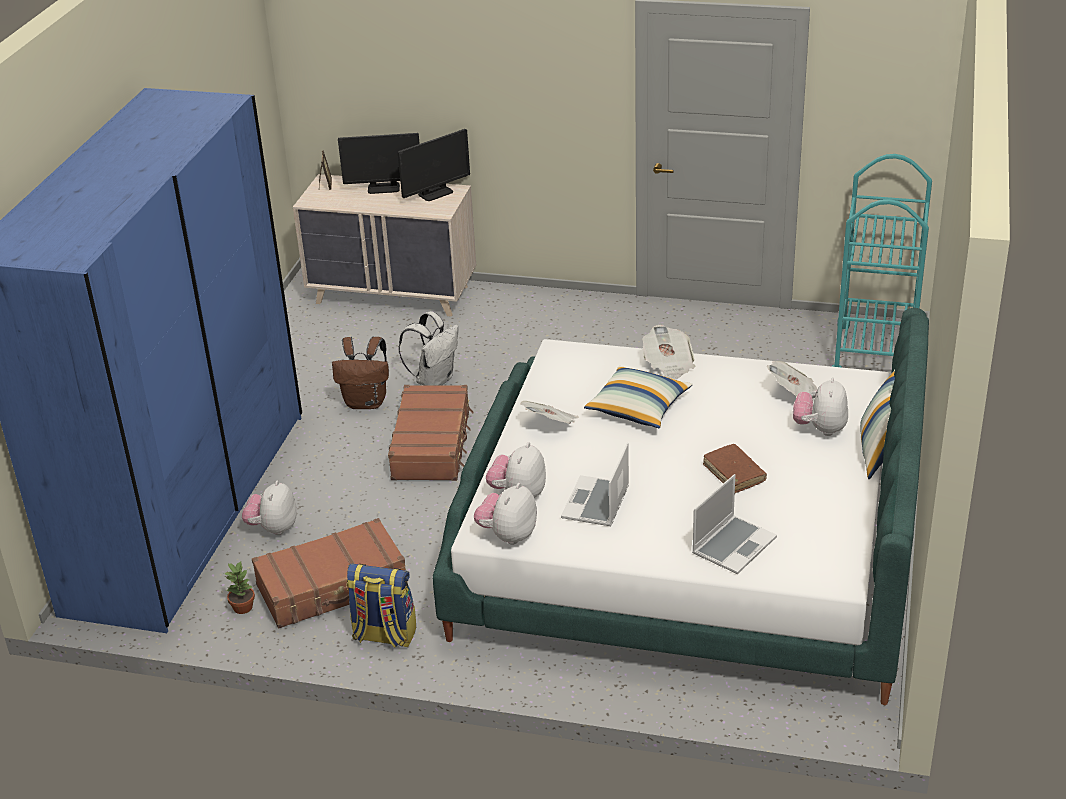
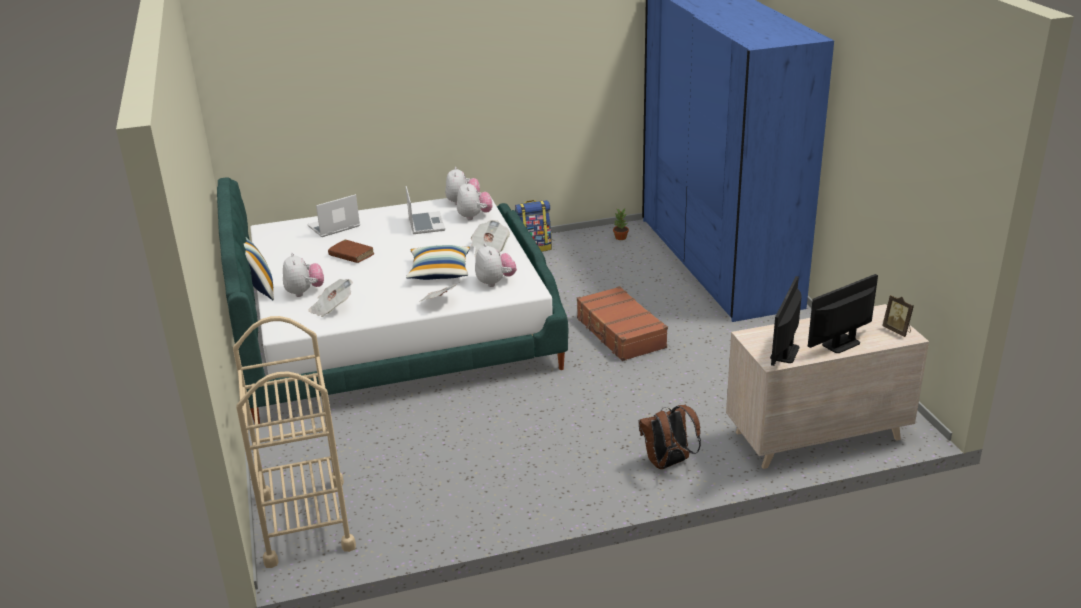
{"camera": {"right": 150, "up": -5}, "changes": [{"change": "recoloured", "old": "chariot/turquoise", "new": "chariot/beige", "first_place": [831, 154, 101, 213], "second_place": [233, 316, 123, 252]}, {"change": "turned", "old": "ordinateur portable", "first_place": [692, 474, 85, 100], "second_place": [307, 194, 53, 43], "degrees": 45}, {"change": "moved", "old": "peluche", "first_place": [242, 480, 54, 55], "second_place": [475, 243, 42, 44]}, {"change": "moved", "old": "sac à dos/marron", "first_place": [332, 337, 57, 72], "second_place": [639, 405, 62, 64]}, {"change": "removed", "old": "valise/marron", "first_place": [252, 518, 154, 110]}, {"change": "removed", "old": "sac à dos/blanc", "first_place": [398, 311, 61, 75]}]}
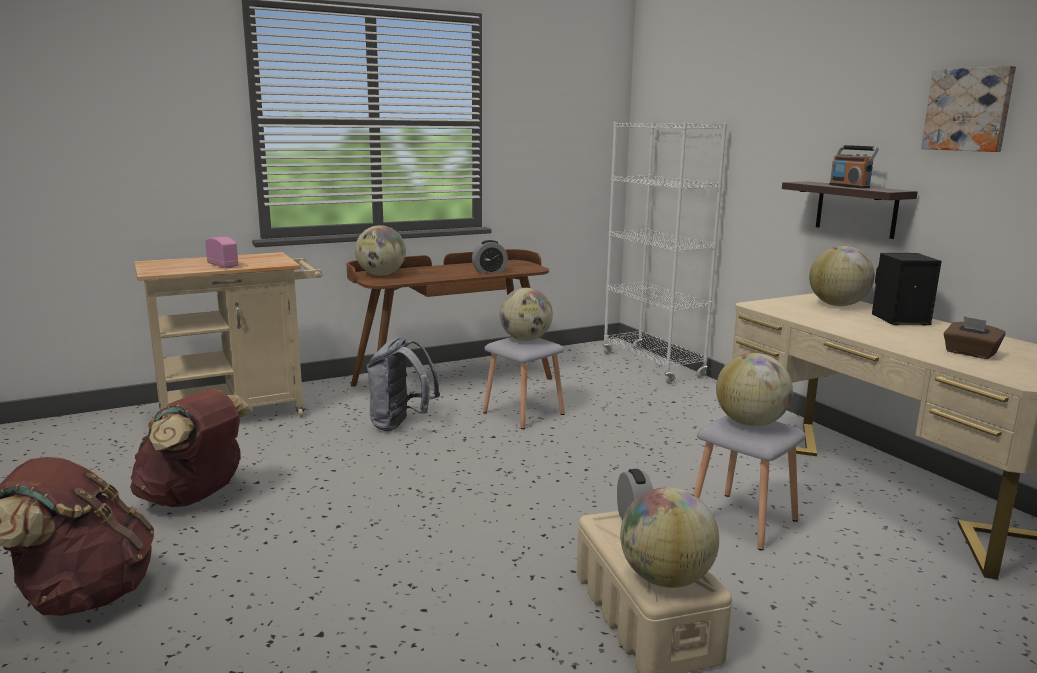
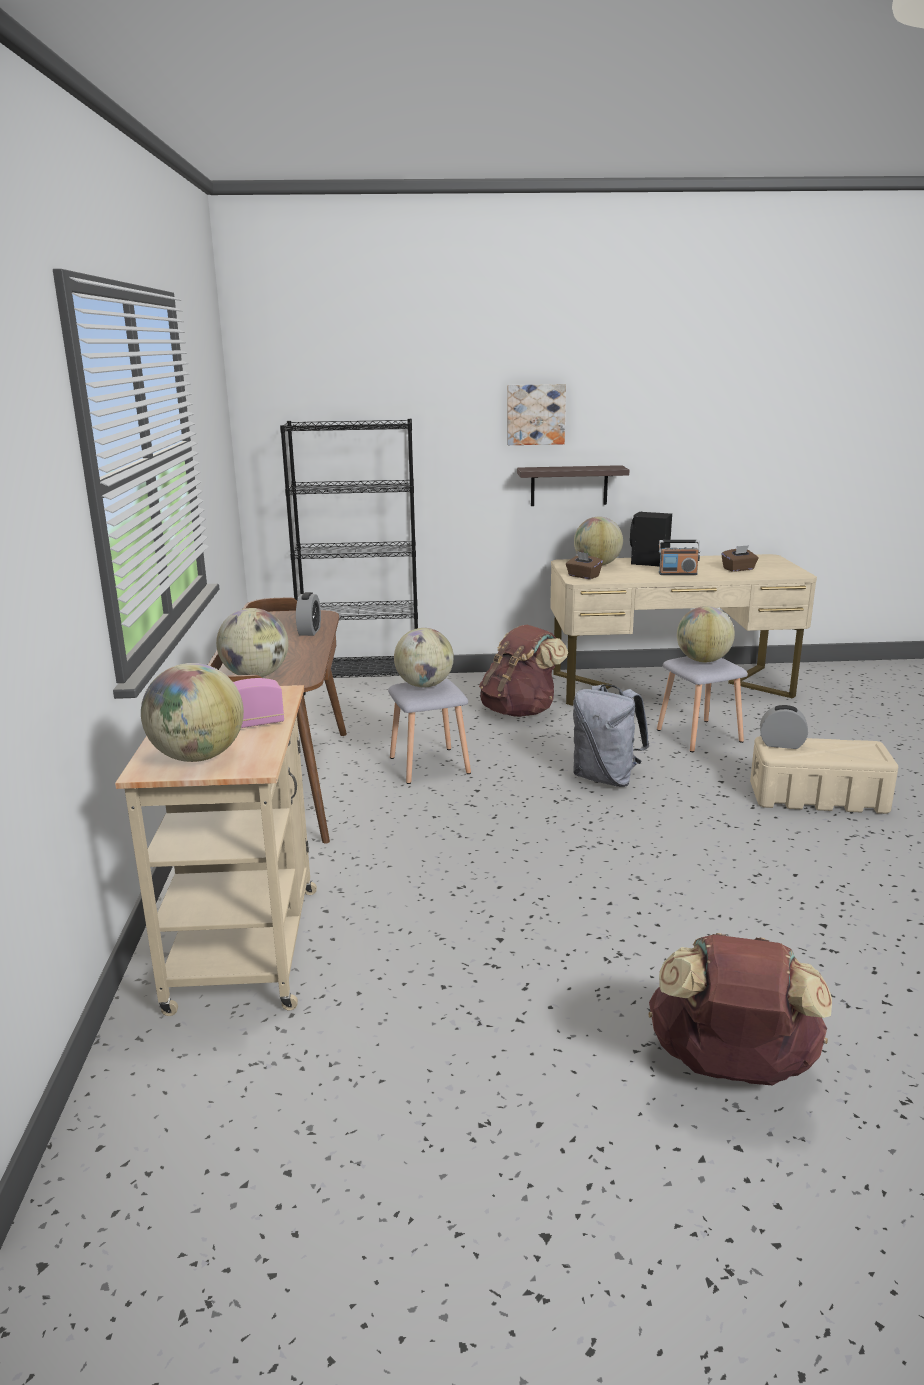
{"camera": {"right": -65, "up": 5}, "changes": [{"change": "moved", "old": "globe", "first_place": [620, 487, 99, 101], "second_place": [141, 663, 103, 99]}, {"change": "recoloured", "old": "bibliothèque/blanc", "new": "bibliothèque/noir", "first_place": [603, 122, 124, 262], "second_place": [280, 419, 138, 276]}, {"change": "moved", "old": "sac à dos/marron", "first_place": [130, 389, 123, 118], "second_place": [479, 625, 89, 92]}, {"change": "moved", "old": "tableau", "first_place": [921, 66, 95, 86], "second_place": [507, 384, 59, 61]}, {"change": "added", "new": "boîte à mouchoirs/marron", "second_place": [566, 551, 37, 28]}, {"change": "moved", "old": "sac à dos/gris", "first_place": [366, 337, 74, 94], "second_place": [573, 684, 76, 103]}, {"change": "moved", "old": "radio", "first_place": [829, 145, 50, 43], "second_place": [659, 540, 41, 35]}]}
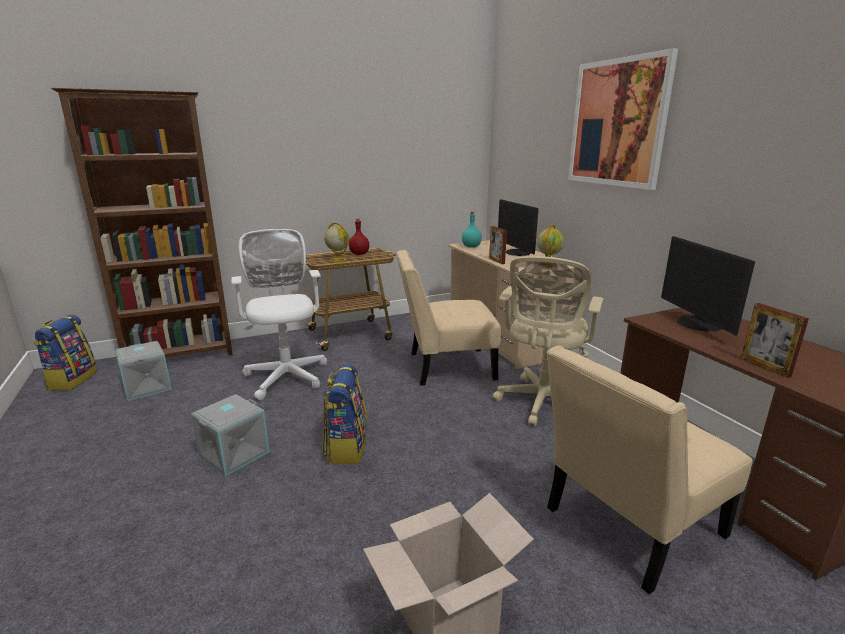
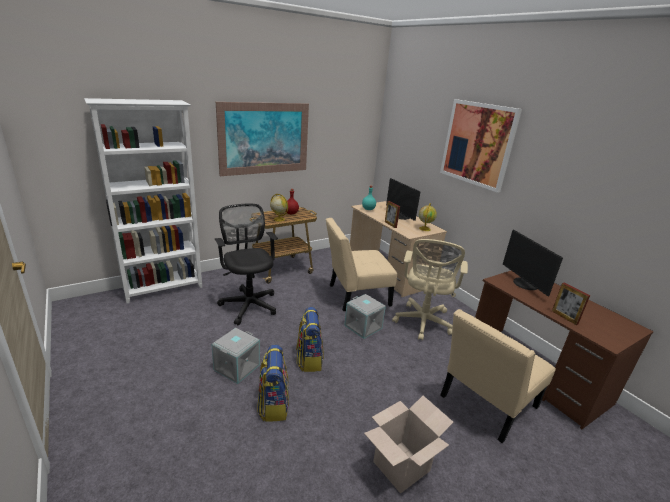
{"camera": {"right": -10, "up": 5}, "changes": [{"change": "recoloured", "old": "bibliothèque/marron", "new": "bibliothèque/blanc", "first_place": [51, 88, 182, 270], "second_place": [84, 98, 118, 206]}, {"change": "recoloured", "old": "chaise de bureau/blanc", "new": "chaise de bureau/noir", "first_place": [231, 229, 96, 172], "second_place": [214, 204, 64, 121]}, {"change": "added", "new": "tableau", "second_place": [216, 102, 93, 74]}, {"change": "moved", "old": "sac à dos", "first_place": [34, 315, 63, 76], "second_place": [257, 345, 32, 76]}, {"change": "moved", "old": "boîte de rangement/gris", "first_place": [115, 341, 57, 60], "second_place": [344, 294, 42, 45]}]}
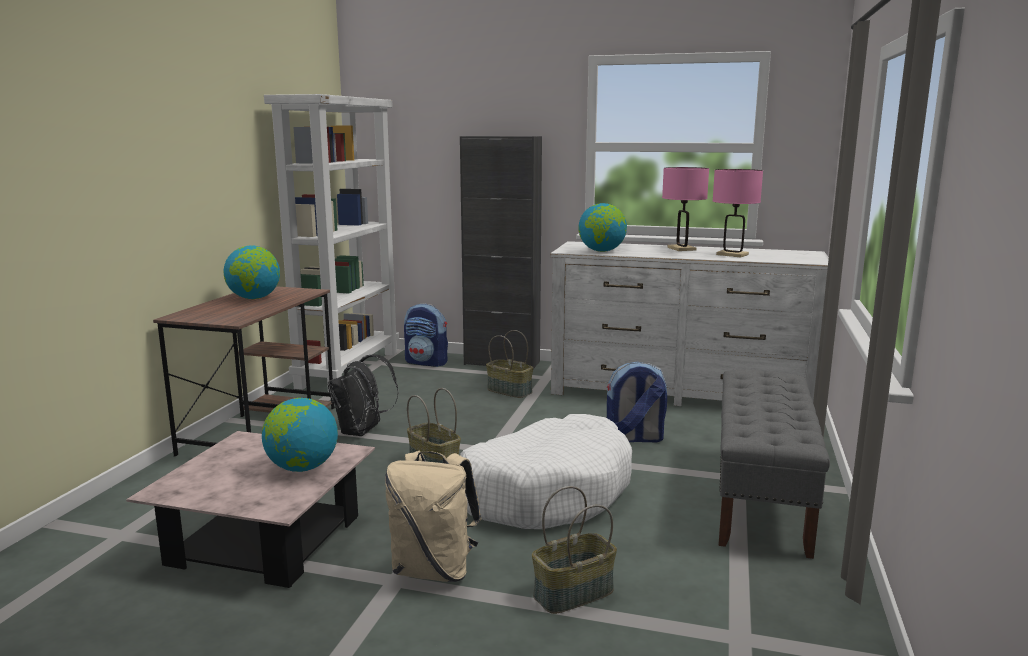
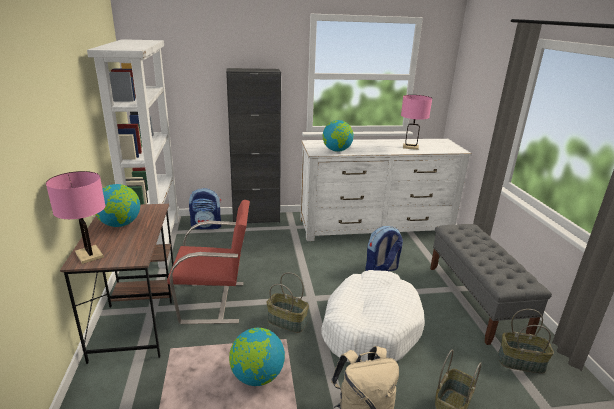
{"camera": {"right": -25, "up": 10}, "changes": [{"change": "moved", "old": "lampe de table/rose", "first_place": [662, 167, 47, 84], "second_place": [46, 171, 59, 93]}, {"change": "replaced", "old": "sac à dos/noir", "new": "chaise/rouge", "first_place": [328, 354, 71, 82], "second_place": [167, 200, 83, 124]}, {"change": "moved", "old": "panier", "first_place": [486, 330, 47, 68], "second_place": [498, 309, 56, 64]}]}
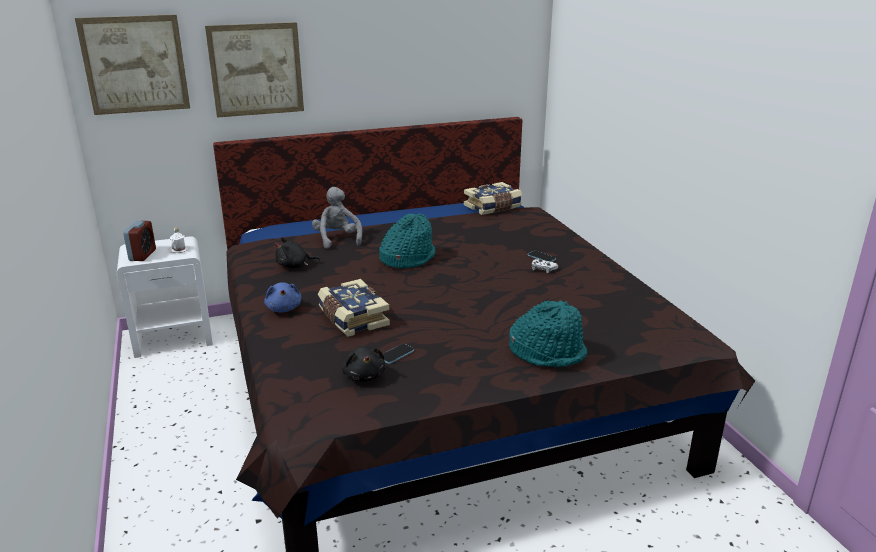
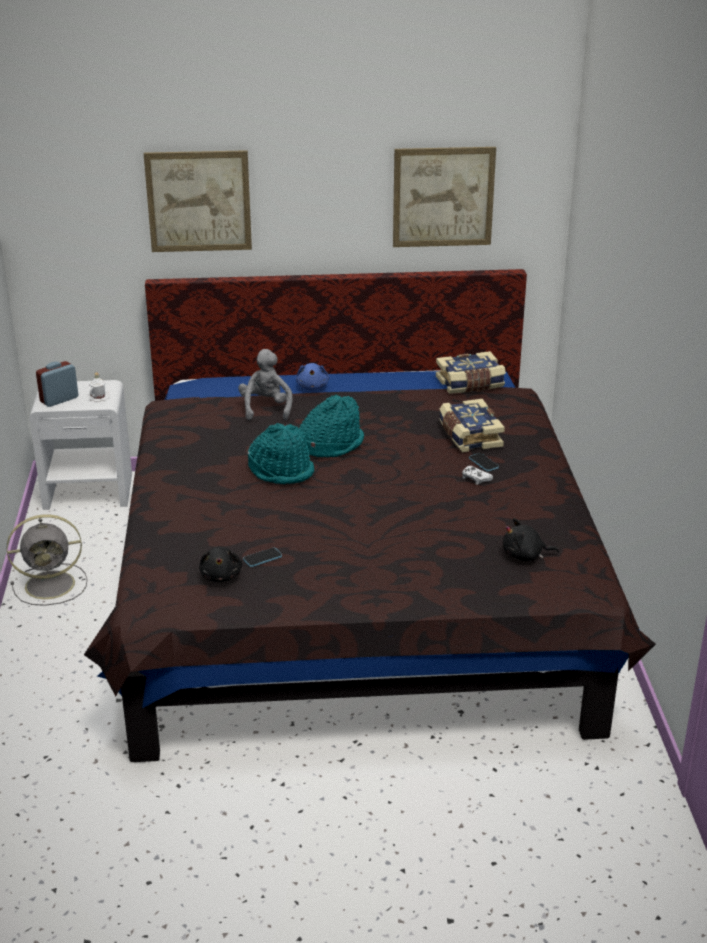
{"camera": {"right": 15, "up": 5}, "changes": [{"change": "added", "new": "ventilateur/gris", "second_place": [6, 515, 81, 91]}, {"change": "turned", "old": "réveil", "first_place": [123, 221, 33, 40], "second_place": [36, 361, 42, 46], "degrees": -150}, {"change": "moved", "old": "chapeau/turquoise", "first_place": [509, 300, 78, 67], "second_place": [247, 423, 68, 61]}, {"change": "moved", "old": "peluche/bleu", "first_place": [264, 282, 38, 30], "second_place": [296, 363, 33, 27]}, {"change": "moved", "old": "tableau", "first_place": [75, 15, 115, 100], "second_place": [393, 147, 103, 100]}, {"change": "moved", "old": "livre", "first_place": [318, 279, 72, 58], "second_place": [439, 399, 66, 53]}, {"change": "moved", "old": "peluche/noir", "first_place": [275, 237, 45, 31], "second_place": [503, 518, 56, 43]}]}
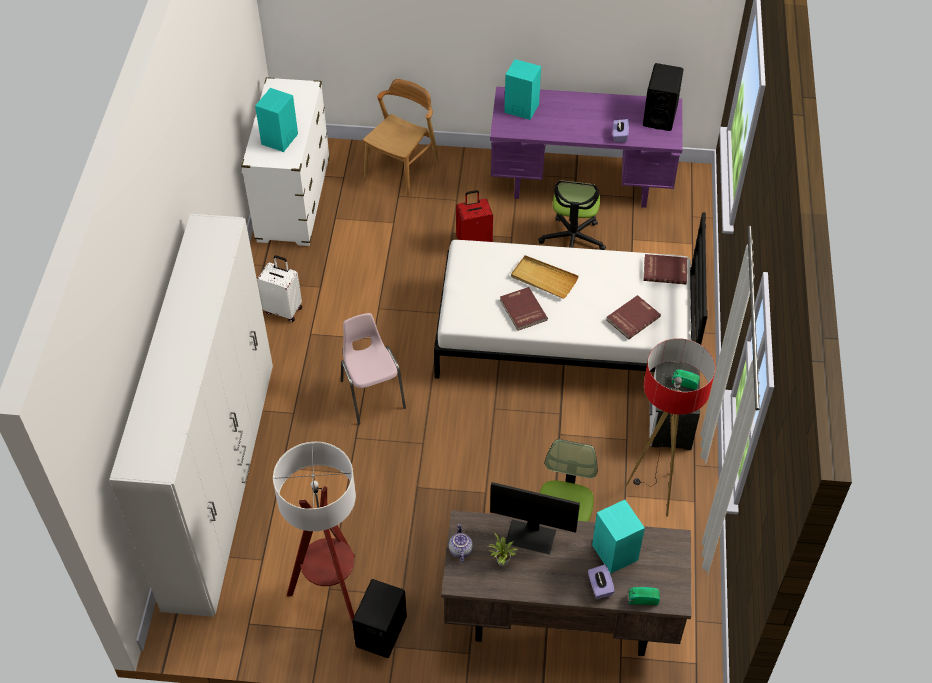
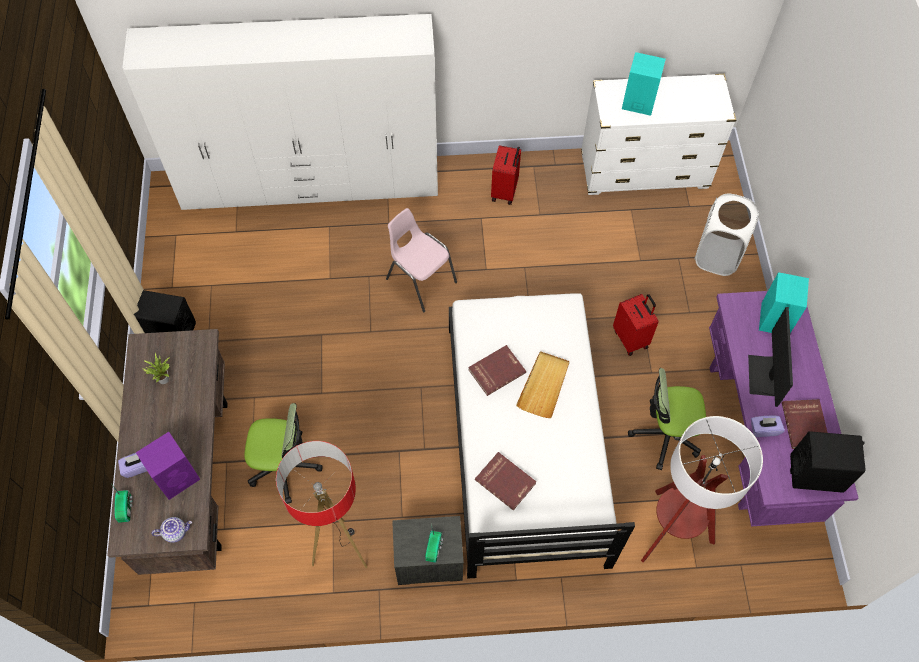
{"camera": {"right": 80, "up": 10}, "changes": [{"change": "recoloured", "old": "enceinte/turquoise", "new": "enceinte/violet", "first_place": [592, 500, 53, 73], "second_place": [136, 432, 64, 68]}, {"change": "moved", "old": "théière", "first_place": [449, 524, 24, 39], "second_place": [151, 517, 41, 26]}, {"change": "turned", "old": "chaise/rose", "first_place": [341, 313, 65, 111], "second_place": [386, 208, 71, 105], "degrees": -105}, {"change": "recoloured", "old": "valise/blanc", "new": "valise/rouge", "first_place": [257, 255, 45, 67], "second_place": [491, 145, 30, 60]}, {"change": "moved", "old": "lampadaire", "first_place": [273, 442, 83, 182], "second_place": [641, 416, 122, 146]}, {"change": "replaced", "old": "chaise/marron", "new": "panier à linge/blanc", "first_place": [363, 79, 76, 118], "second_place": [694, 194, 65, 82]}, {"change": "moved", "old": "écran d'ordinateur", "first_place": [490, 482, 90, 73], "second_place": [748, 307, 45, 100]}, {"change": "moved", "old": "livre/rouge", "first_place": [643, 254, 44, 30], "second_place": [782, 399, 46, 50]}]}
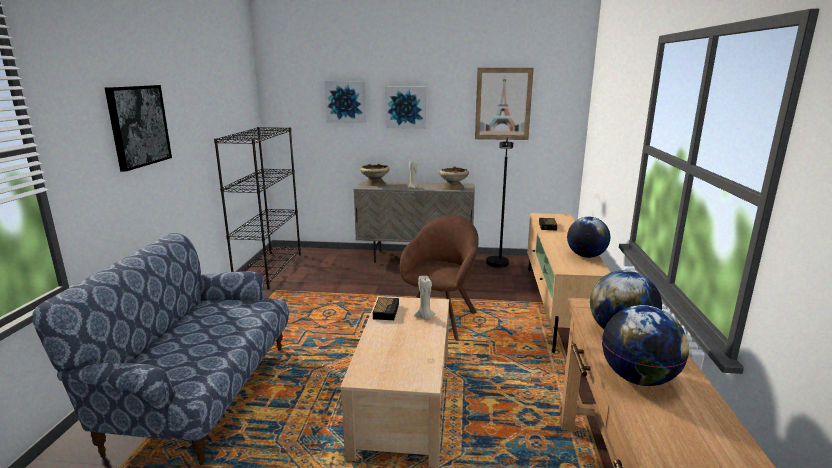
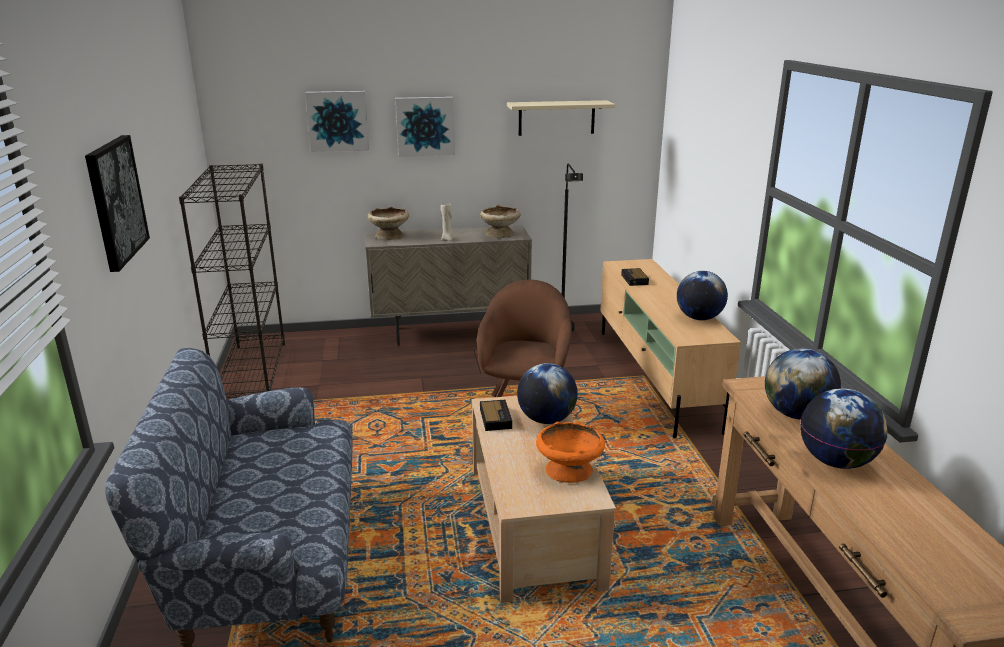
{"camera": {"right": -15, "up": 5}, "changes": [{"change": "replaced", "old": "tableau", "new": "étagère/beige", "first_place": [475, 68, 59, 72], "second_place": [507, 100, 109, 36]}, {"change": "replaced", "old": "bougie/beige", "new": "globe", "first_place": [414, 276, 21, 44], "second_place": [517, 363, 61, 61]}, {"change": "added", "new": "bol/orange", "second_place": [536, 421, 69, 62]}]}
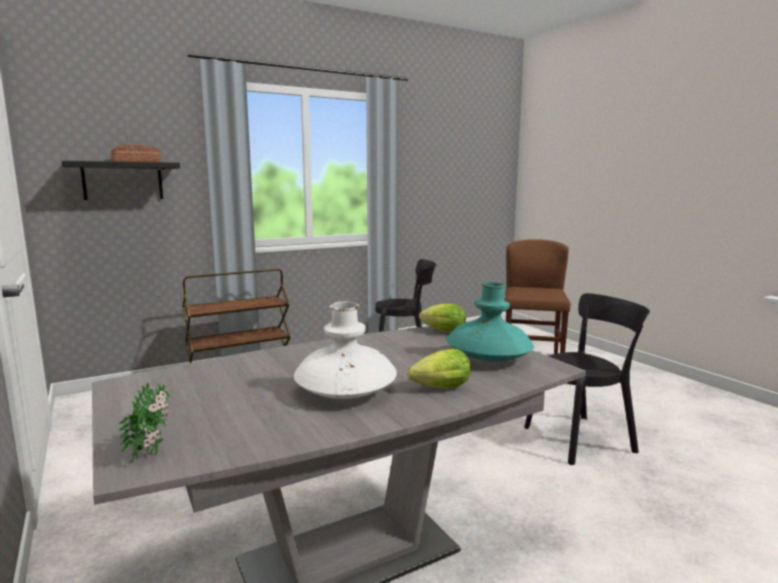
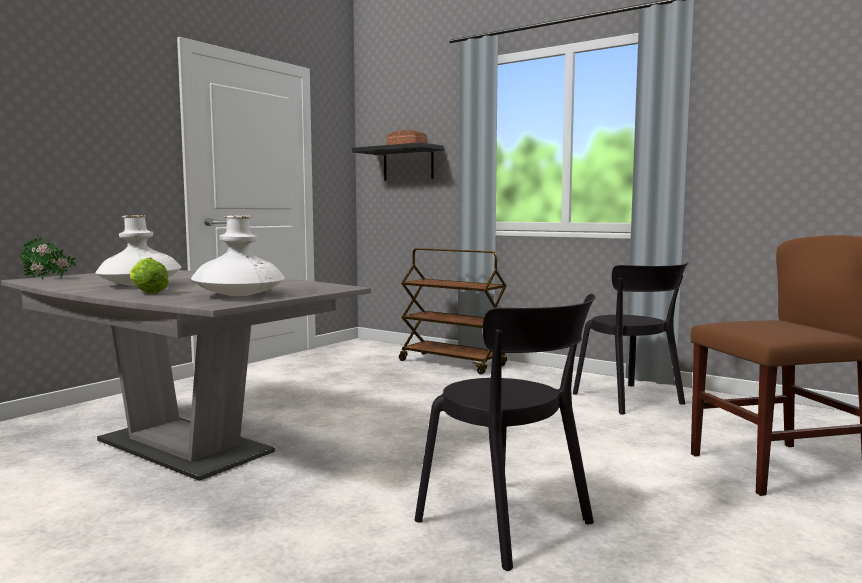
{"camera": {"right": 65, "up": -5}, "changes": [{"change": "recoloured", "old": "vase/turquoise", "new": "vase/blanc", "first_place": [446, 282, 88, 79], "second_place": [191, 215, 94, 81]}, {"change": "removed", "old": "laitue", "first_place": [419, 303, 47, 30]}]}
